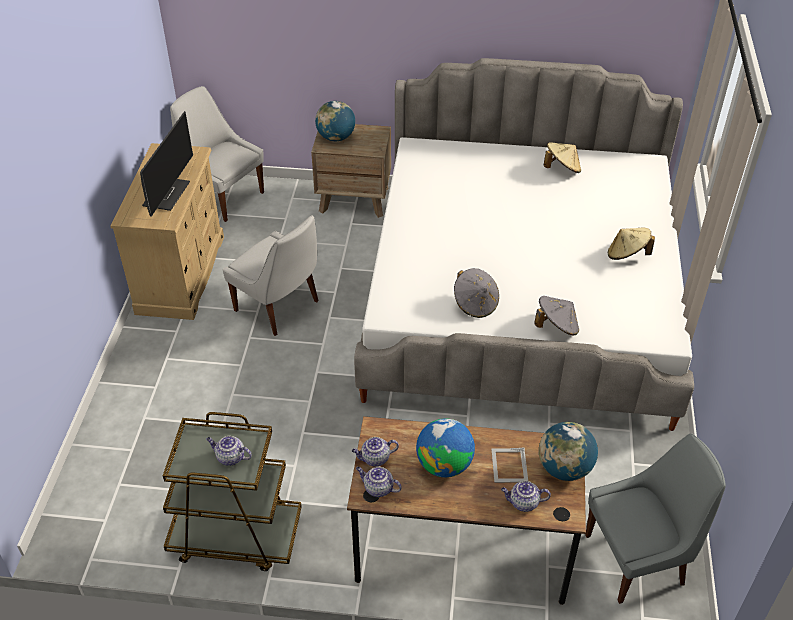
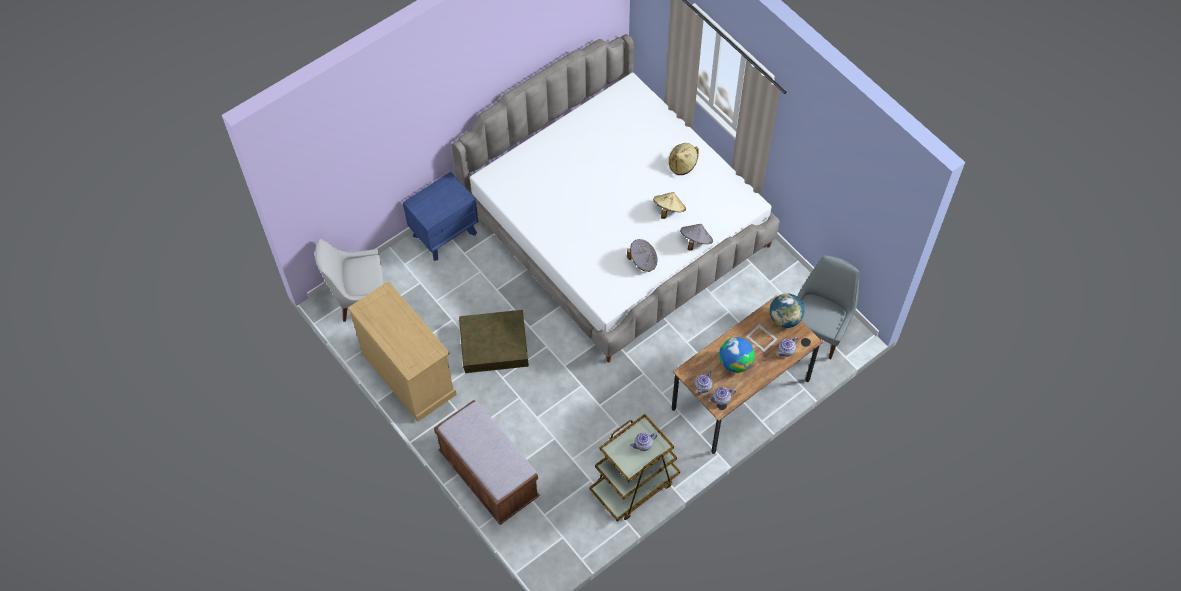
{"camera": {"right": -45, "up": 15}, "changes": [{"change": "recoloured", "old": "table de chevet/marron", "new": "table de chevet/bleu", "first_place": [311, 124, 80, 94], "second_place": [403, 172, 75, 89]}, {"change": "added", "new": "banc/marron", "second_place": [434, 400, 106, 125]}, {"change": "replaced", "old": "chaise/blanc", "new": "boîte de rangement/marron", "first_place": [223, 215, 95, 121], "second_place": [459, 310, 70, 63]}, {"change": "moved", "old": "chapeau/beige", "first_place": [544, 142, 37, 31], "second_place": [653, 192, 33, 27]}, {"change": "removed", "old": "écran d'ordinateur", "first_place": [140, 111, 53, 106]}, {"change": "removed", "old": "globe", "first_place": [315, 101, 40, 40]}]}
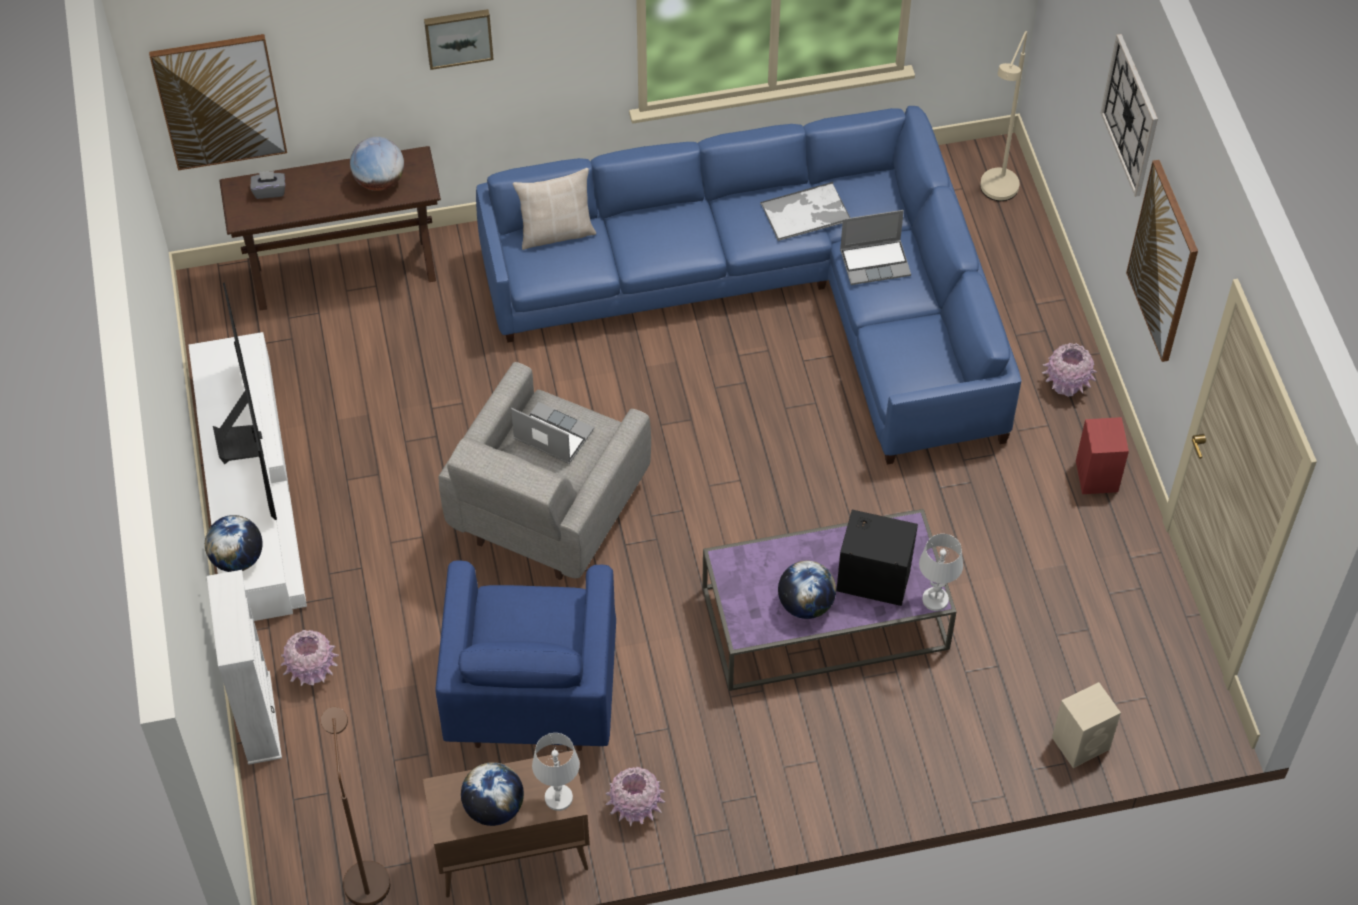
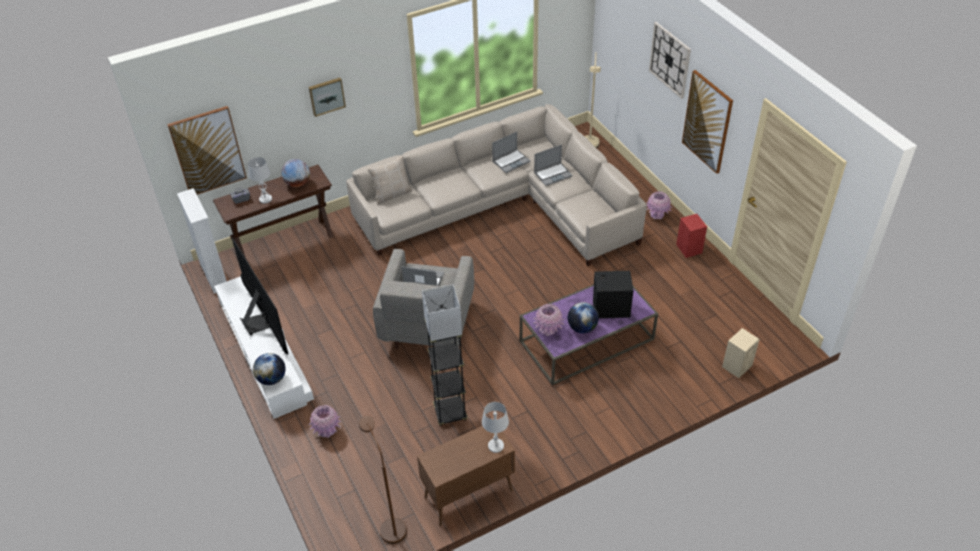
{"camera": {"right": -15, "up": -10}, "changes": [{"change": "moved", "old": "bibliothèque/blanc", "first_place": [207, 570, 75, 195], "second_place": [177, 188, 50, 106]}, {"change": "moved", "old": "lampe de table/blanc", "first_place": [919, 534, 44, 77], "second_place": [248, 157, 24, 47]}, {"change": "recoloured", "old": "canapé/bleu", "new": "canapé/beige", "first_place": [476, 106, 545, 358], "second_place": [346, 104, 301, 162]}, {"change": "replaced", "old": "fauteuil/bleu", "new": "lampadaire/gris", "first_place": [435, 560, 181, 191], "second_place": [422, 284, 45, 142]}, {"change": "replaced", "old": "plateau", "new": "ordinateur portable", "first_place": [760, 182, 90, 59], "second_place": [492, 132, 38, 41]}, {"change": "moved", "old": "vase/rose", "first_place": [605, 767, 60, 59], "second_place": [533, 304, 32, 32]}, {"change": "removed", "old": "globe", "first_place": [461, 762, 63, 64]}]}
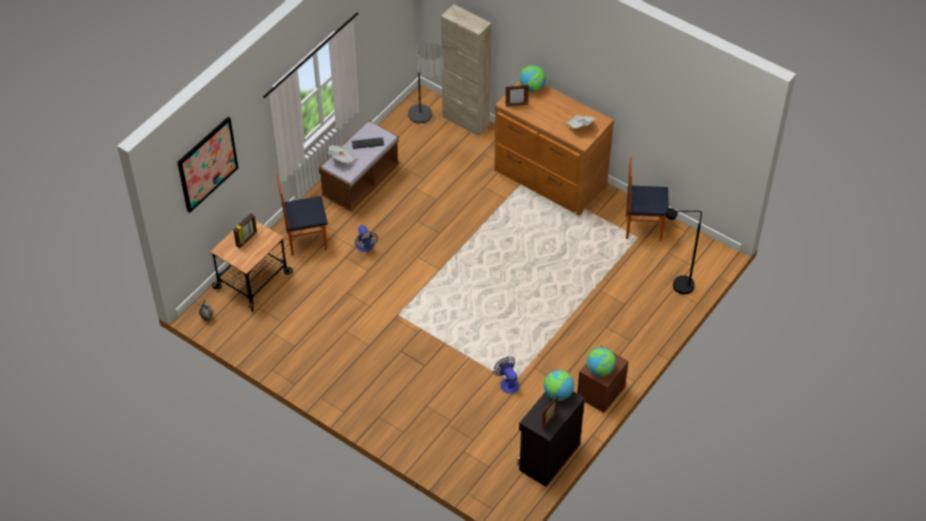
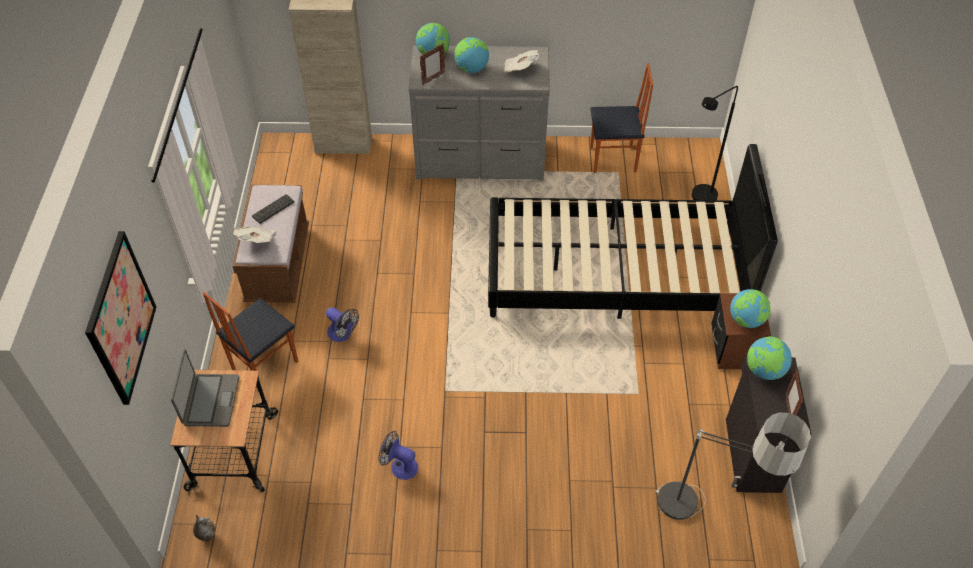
{"camera": {"right": -35, "up": 0}, "changes": [{"change": "replaced", "old": "cadre photo", "new": "ordinateur portable", "first_place": [233, 213, 24, 35], "second_place": [171, 349, 68, 78]}, {"change": "moved", "old": "ventilateur", "first_place": [493, 357, 26, 37], "second_place": [378, 431, 40, 49]}, {"change": "recoloured", "old": "commode/marron", "new": "commode/gris", "first_place": [494, 81, 120, 135], "second_place": [409, 45, 141, 136]}, {"change": "added", "new": "globe", "second_place": [454, 37, 35, 36]}, {"change": "added", "new": "lit/noir", "second_place": [488, 144, 290, 175]}, {"change": "turned", "old": "chaise", "first_place": [626, 156, 43, 85], "second_place": [590, 63, 63, 110], "degrees": -150}, {"change": "moved", "old": "lampadaire", "first_place": [408, 43, 36, 81], "second_place": [655, 412, 156, 108]}]}
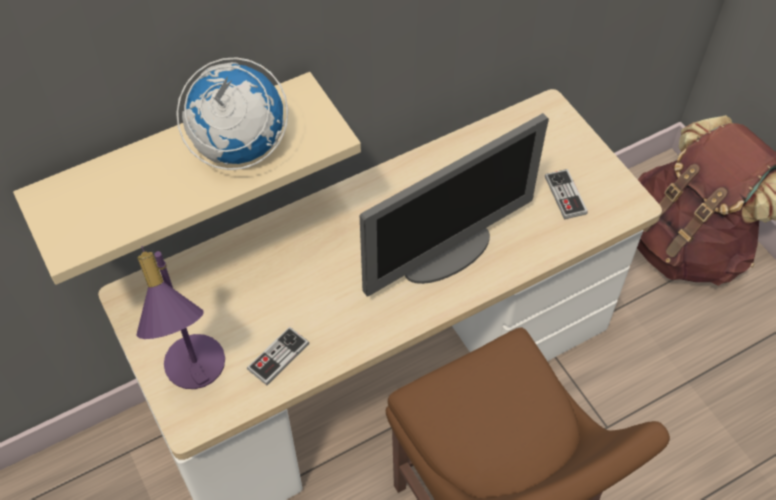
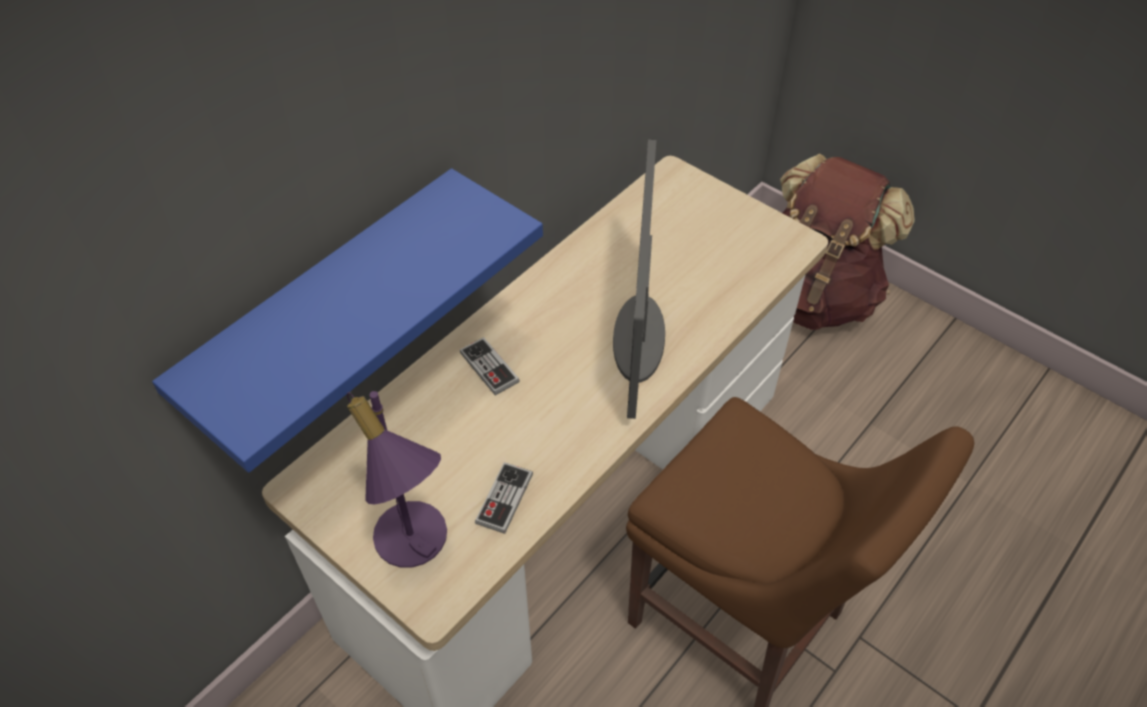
{"camera": {"right": -20, "up": -5}, "changes": [{"change": "recoloured", "old": "étagère/beige", "new": "étagère/bleu", "first_place": [13, 72, 348, 213], "second_place": [152, 168, 391, 305]}, {"change": "moved", "old": "manette", "first_place": [545, 169, 43, 51], "second_place": [460, 337, 60, 58]}, {"change": "turned", "old": "écran d'ordinateur", "first_place": [360, 113, 189, 184], "second_place": [613, 139, 52, 280], "degrees": 150}, {"change": "removed", "old": "globe", "first_place": [176, 58, 112, 112]}]}
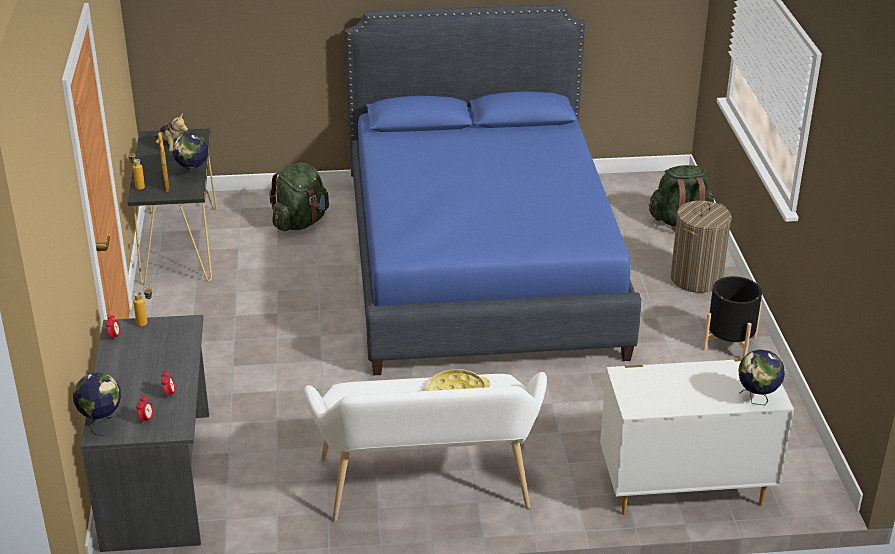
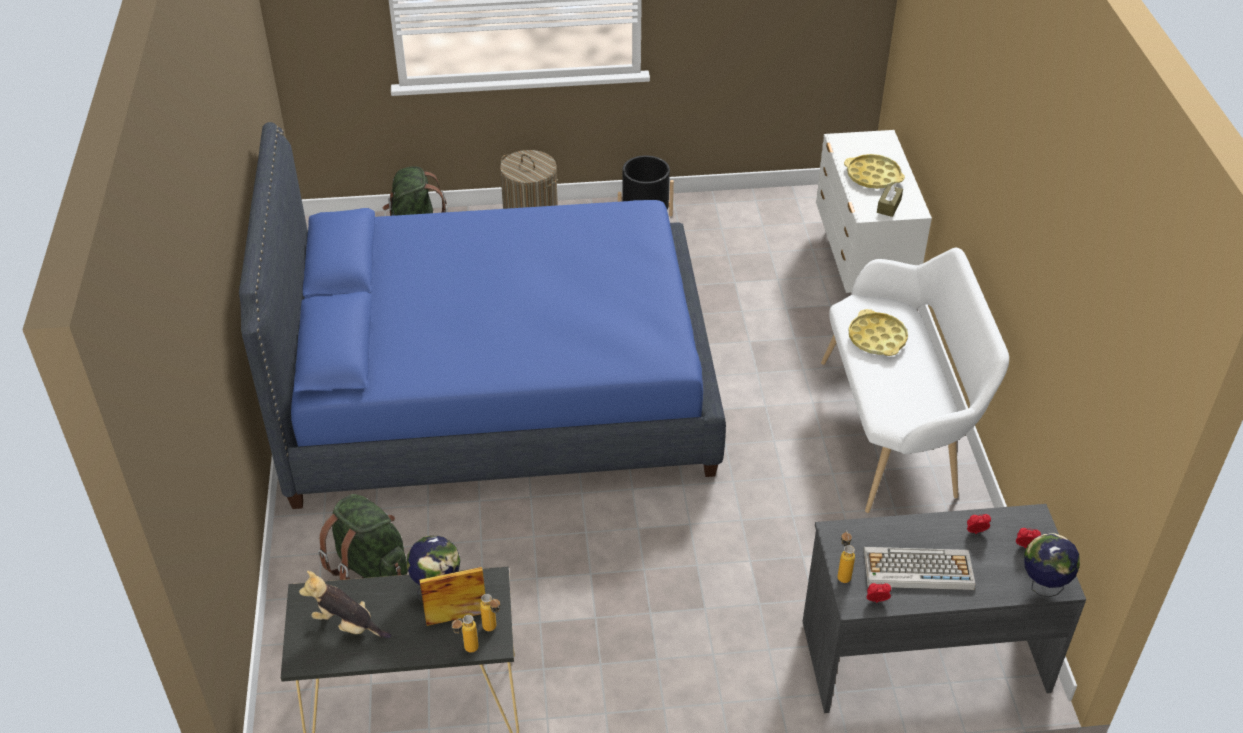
{"camera": {"right": -90, "up": 10}, "changes": [{"change": "turned", "old": "peluche", "first_place": [155, 112, 33, 40], "second_place": [299, 571, 92, 67], "degrees": -120}, {"change": "added", "new": "bouteille", "second_place": [480, 594, 20, 37]}, {"change": "added", "new": "plateau/jaune", "second_place": [844, 154, 61, 35]}, {"change": "added", "new": "clavier", "second_place": [863, 547, 112, 43]}, {"change": "added", "new": "boîte à mouchoirs/marron", "second_place": [877, 183, 26, 34]}, {"change": "removed", "old": "globe", "first_place": [738, 349, 47, 57]}]}
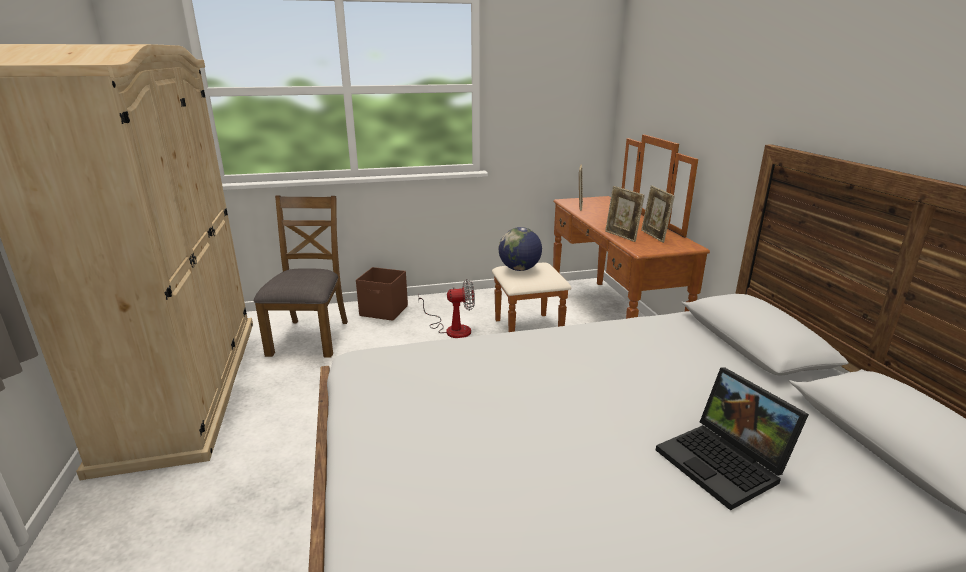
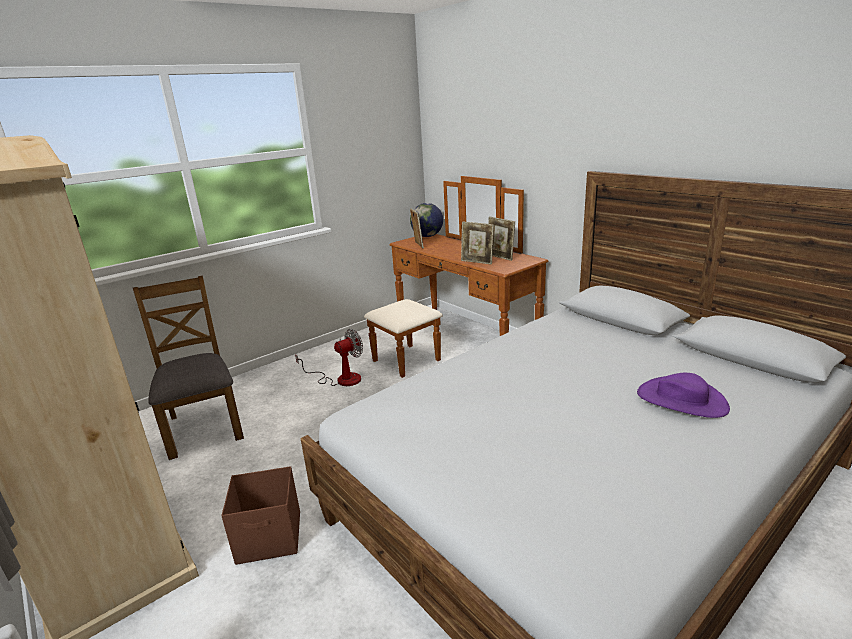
{"camera": {"right": -25, "up": 0}, "changes": [{"change": "moved", "old": "boîte de rangement/marron", "first_place": [356, 267, 52, 54], "second_place": [221, 466, 79, 99]}, {"change": "moved", "old": "globe", "first_place": [499, 227, 43, 44], "second_place": [410, 203, 33, 34]}, {"change": "replaced", "old": "ordinateur portable", "new": "chapeau/violet", "first_place": [656, 367, 153, 144], "second_place": [637, 373, 93, 45]}]}
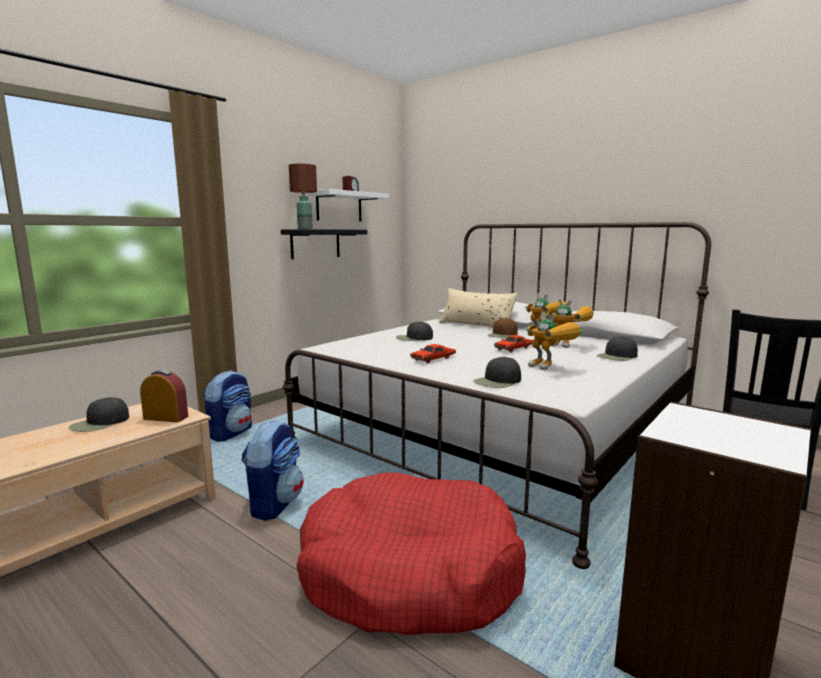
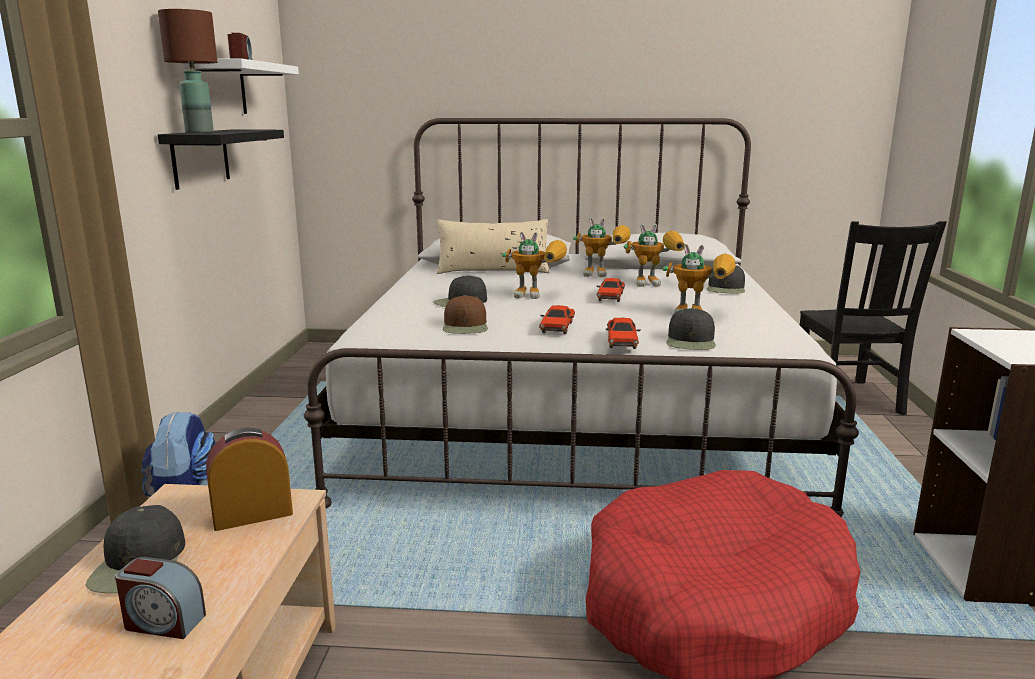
{"camera": {"right": -35, "up": 5}, "changes": [{"change": "added", "new": "réveil", "second_place": [115, 557, 91, 82]}, {"change": "moved", "old": "casquette/marron", "first_place": [487, 318, 30, 20], "second_place": [443, 295, 45, 39]}, {"change": "added", "new": "robot jouet", "second_place": [502, 232, 65, 67]}, {"change": "added", "new": "petite voiture/rouge", "second_place": [606, 318, 35, 31]}, {"change": "removed", "old": "sac à dos", "first_place": [241, 420, 63, 101]}]}
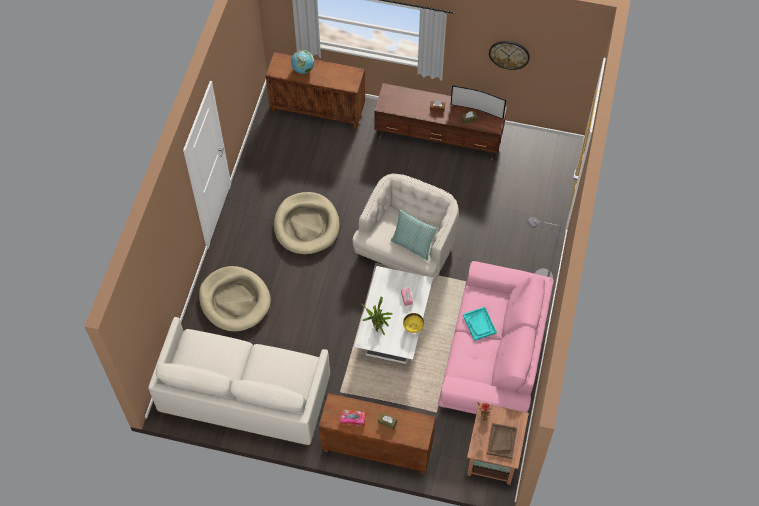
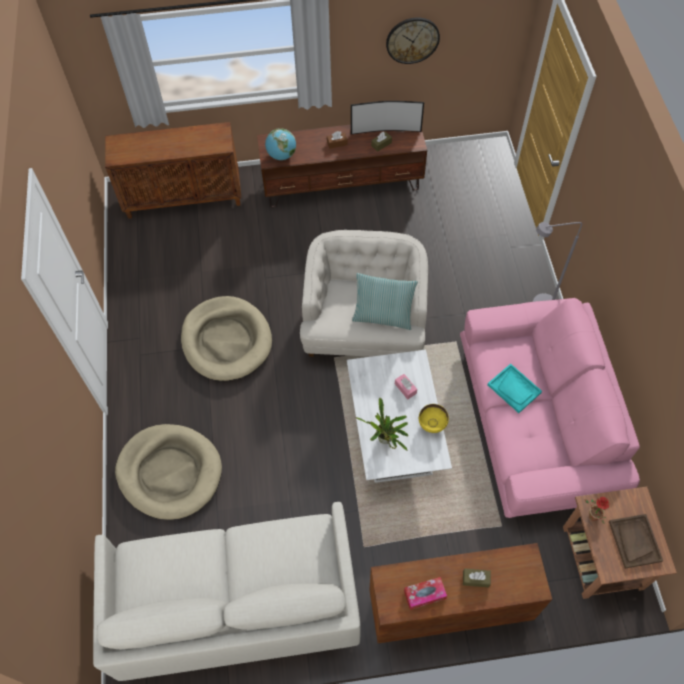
{"camera": {"right": -20, "up": 0}, "changes": [{"change": "moved", "old": "globe", "first_place": [291, 50, 23, 24], "second_place": [265, 128, 31, 32]}]}
